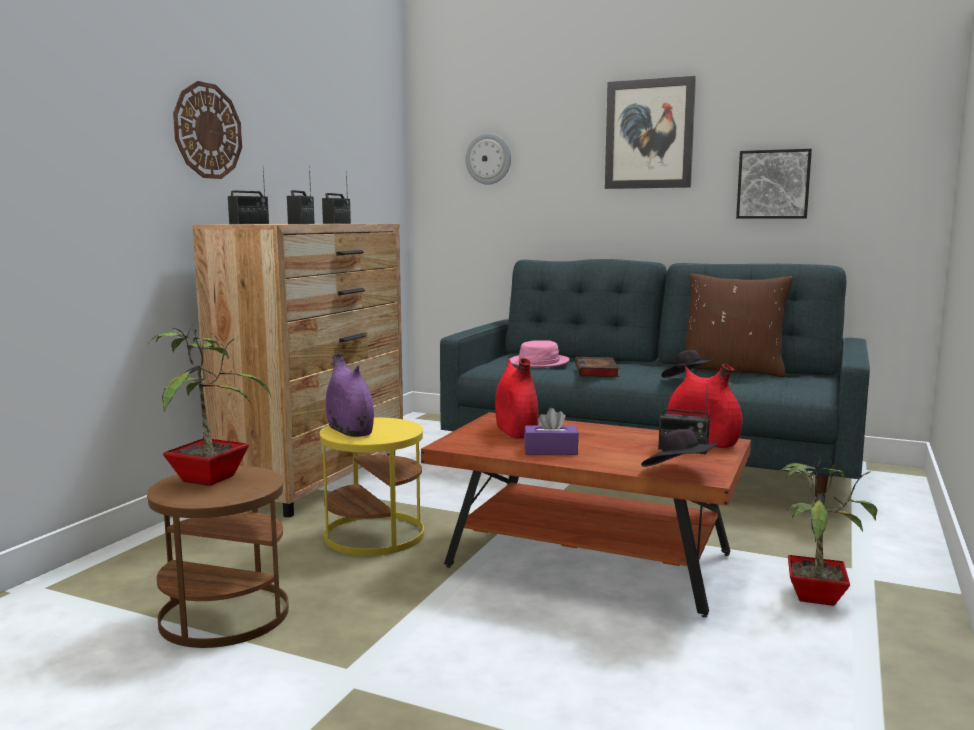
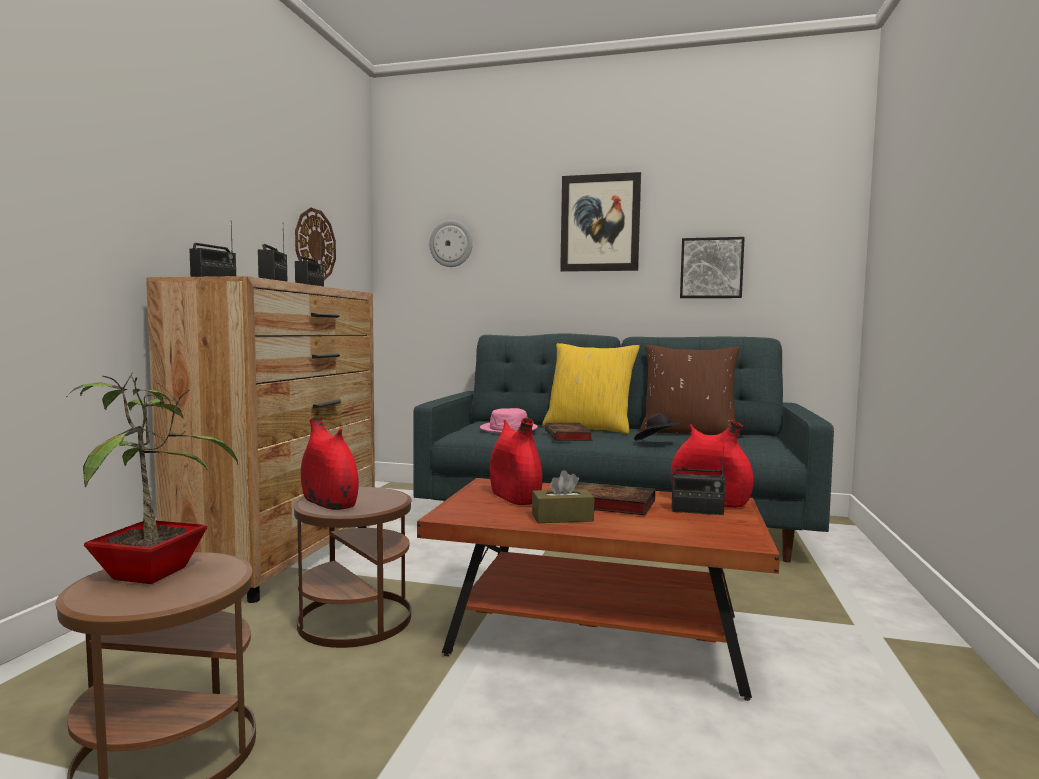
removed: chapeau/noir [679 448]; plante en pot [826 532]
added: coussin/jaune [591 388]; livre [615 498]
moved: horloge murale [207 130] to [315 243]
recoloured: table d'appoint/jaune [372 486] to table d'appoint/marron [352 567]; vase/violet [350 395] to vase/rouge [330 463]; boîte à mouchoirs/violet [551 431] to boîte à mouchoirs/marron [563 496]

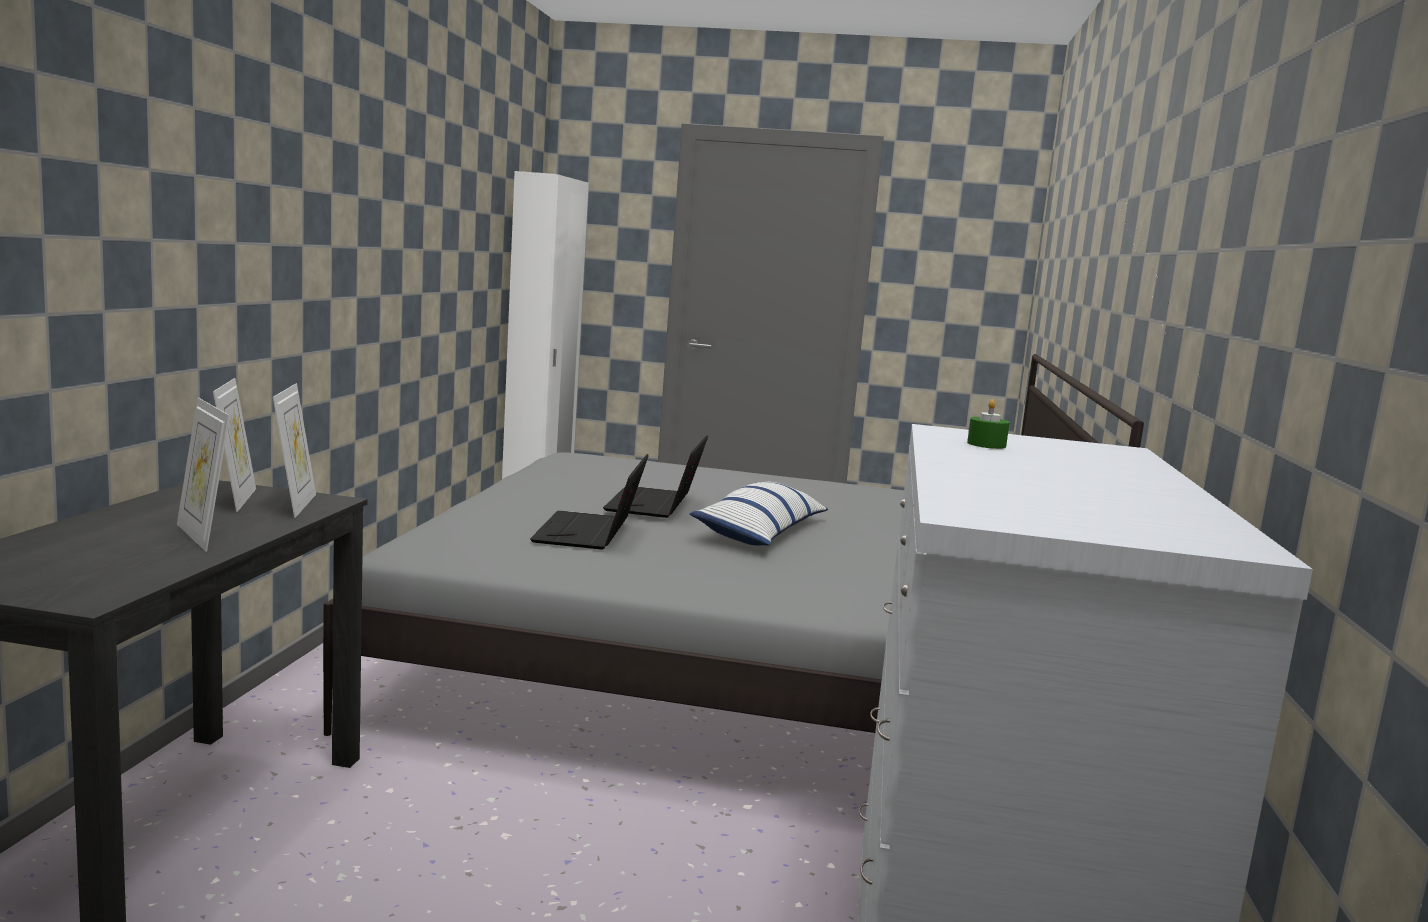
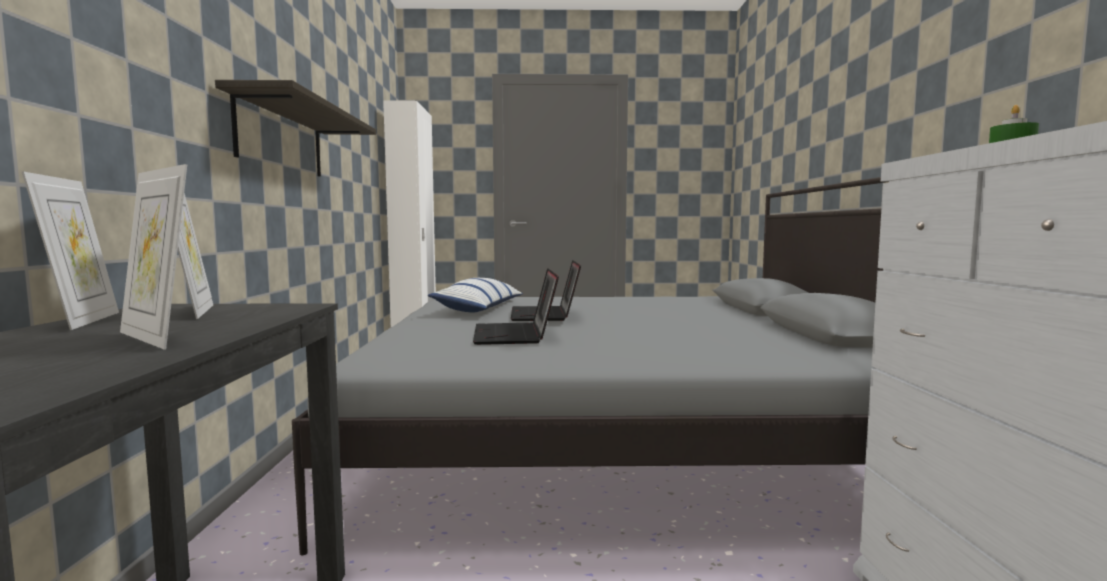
added: étagère [295 128]
moved: cadre photo [294 450] to [70 251]; coussin [759 514] to [475 295]

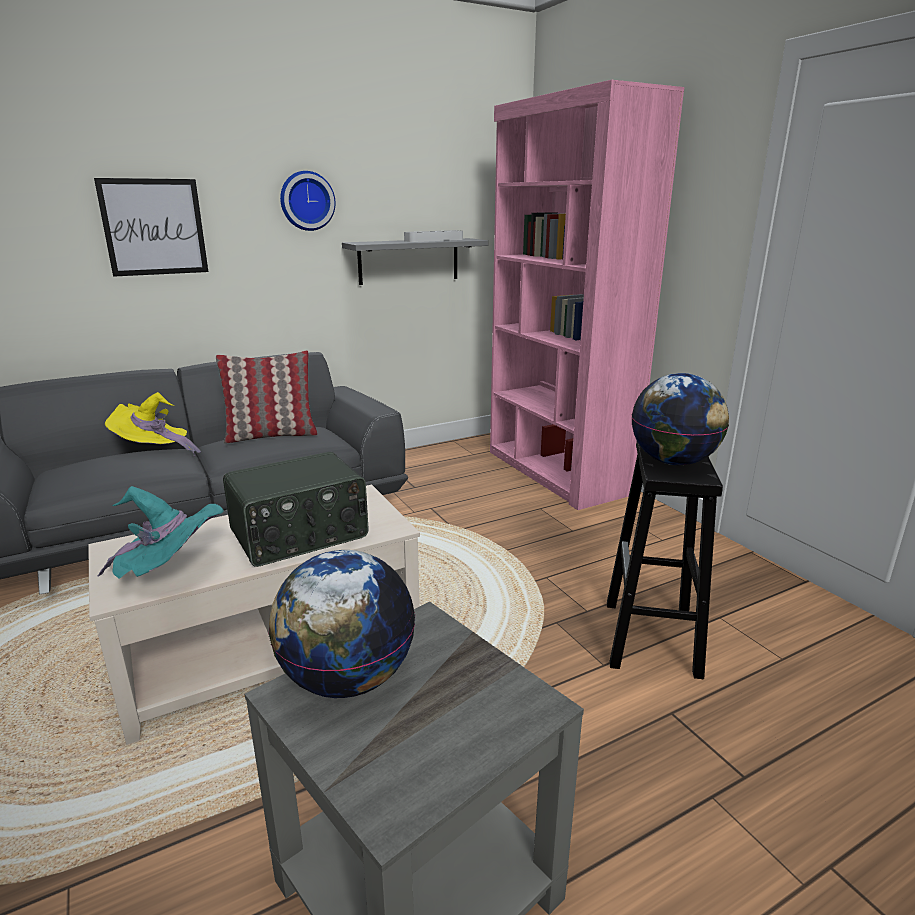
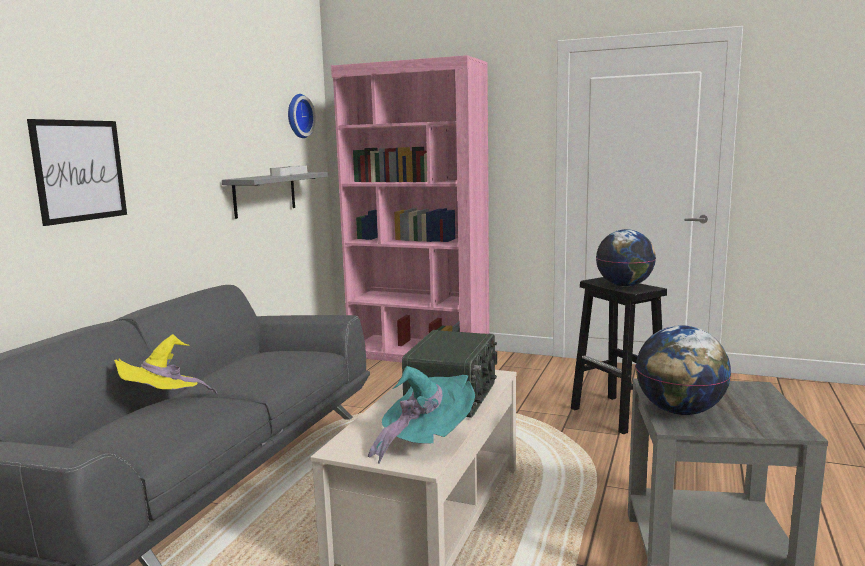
removed: coussin [267 396]
moved: horloge murale [307 201] to [302 116]

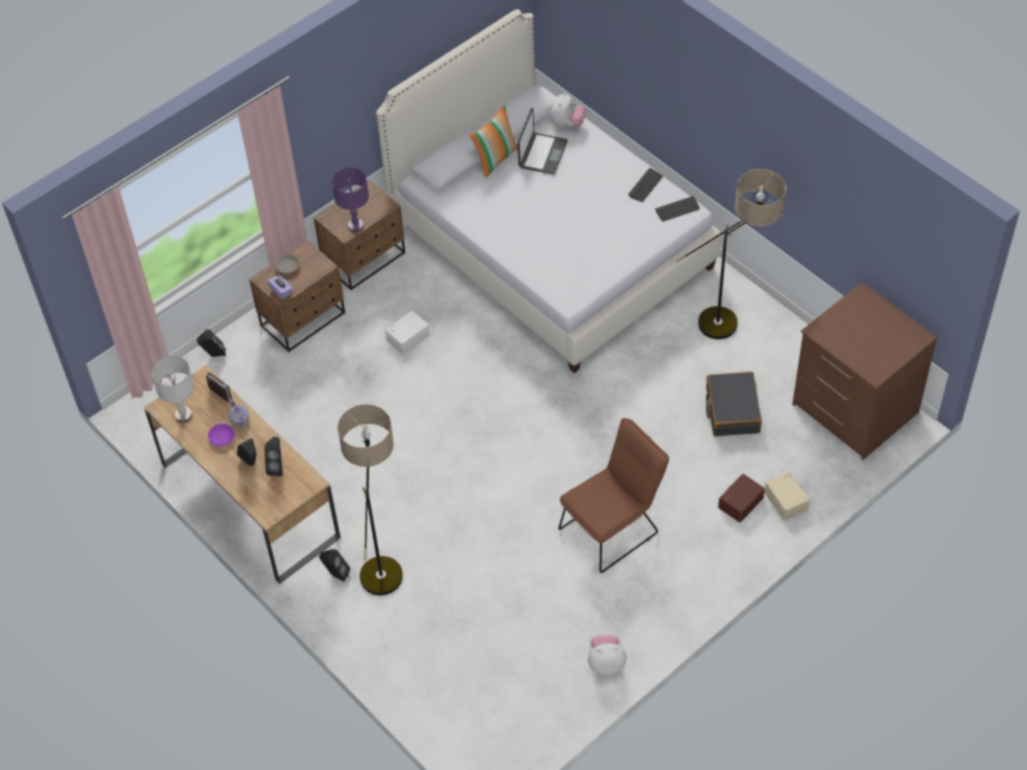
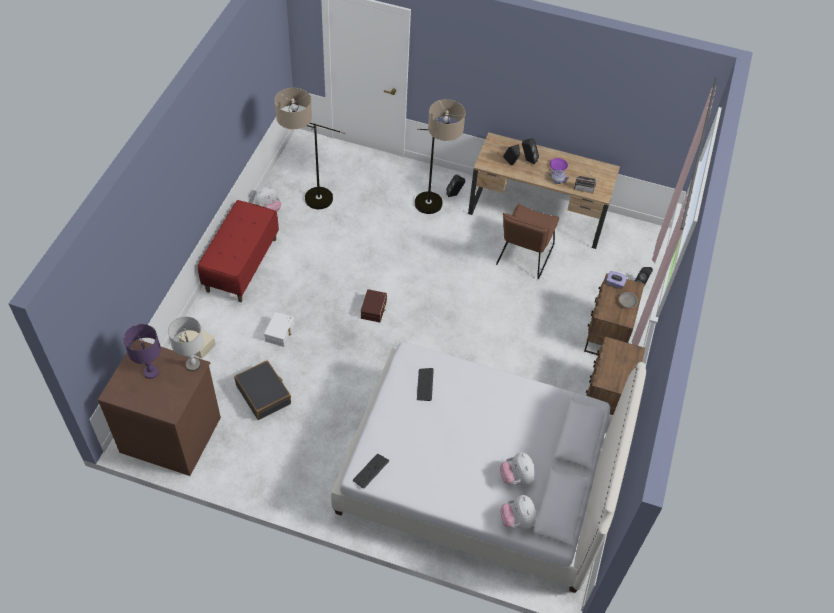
removed: coussin [493 141]
added: banc/rouge [238 251]
moved: lampe de table/gris [173 389] to [186 344]; lampe de table/violet [350 199] to [142 351]; boîte de rangement/blanc [407 333] to [279 329]; chaise/marron [613 495] to [527 241]; clavier [645 185] to [425 384]; lampadaire [731 254] to [310 148]; boîte de rangement/marron [741 498] to [374 306]
replaced: ordinateur portable [542 141] to peluche [517 468]

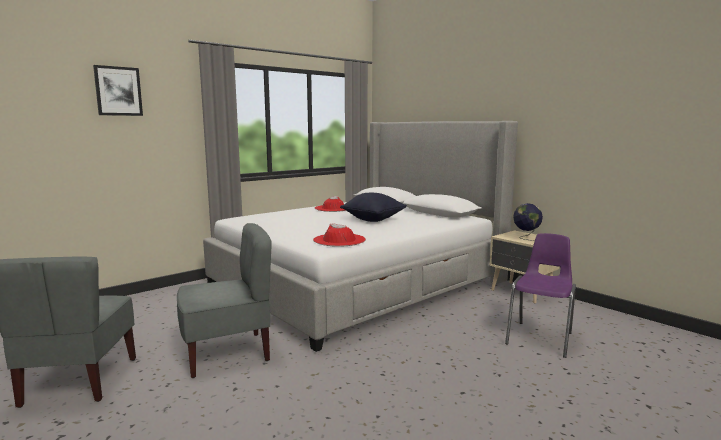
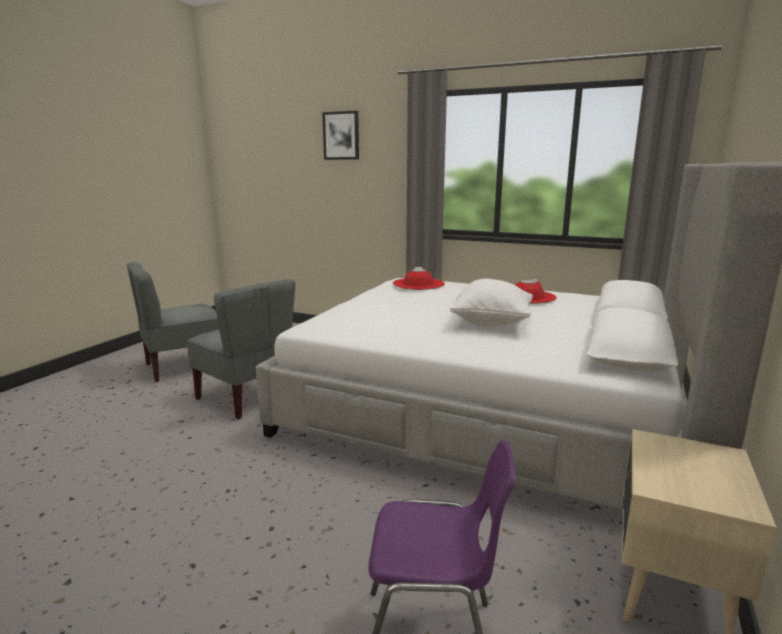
removed: globe [528 222]
moved: chapeau/rouge [339 235] to [419 278]
recoloured: coussin/noir [373 207] to coussin/blanc [491 302]

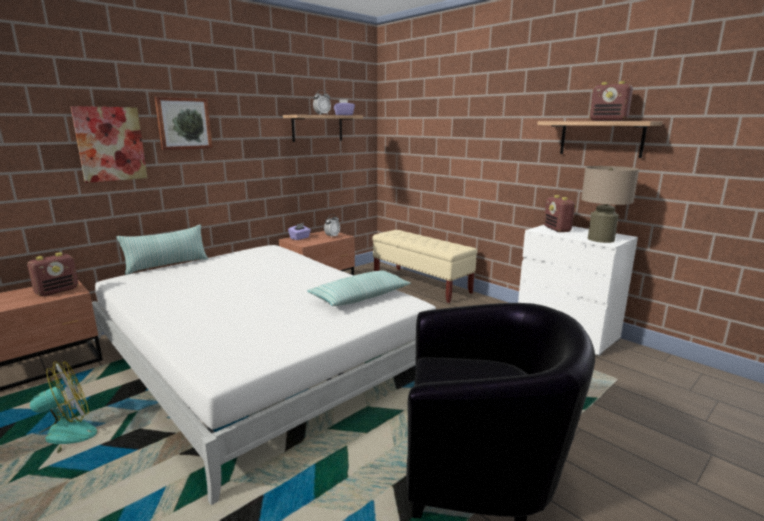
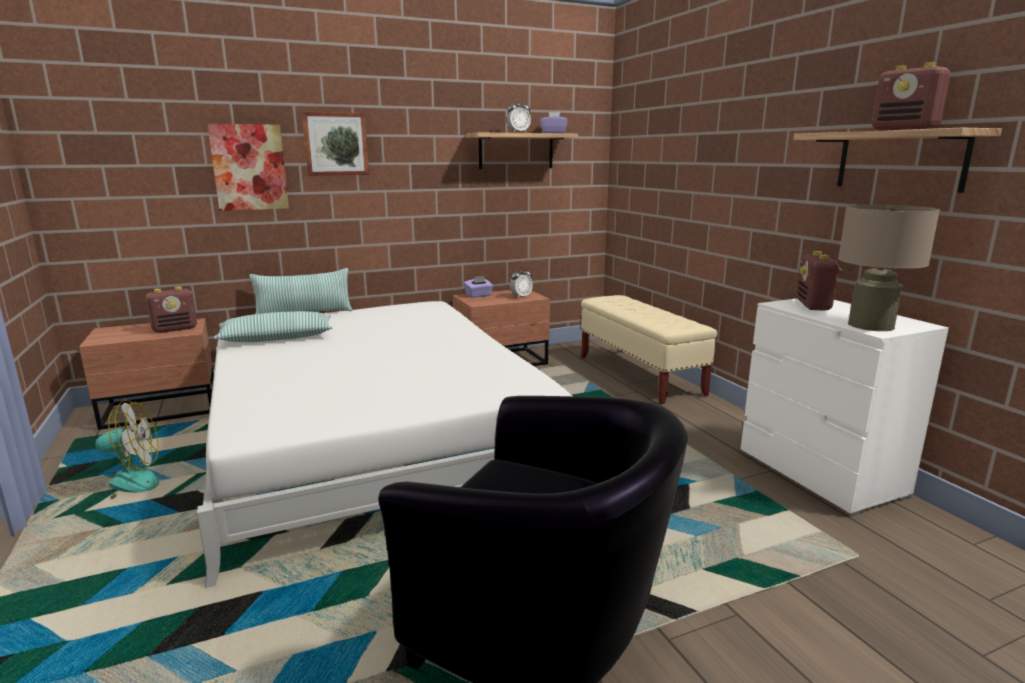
moved: coussin [359 288] to [272 326]

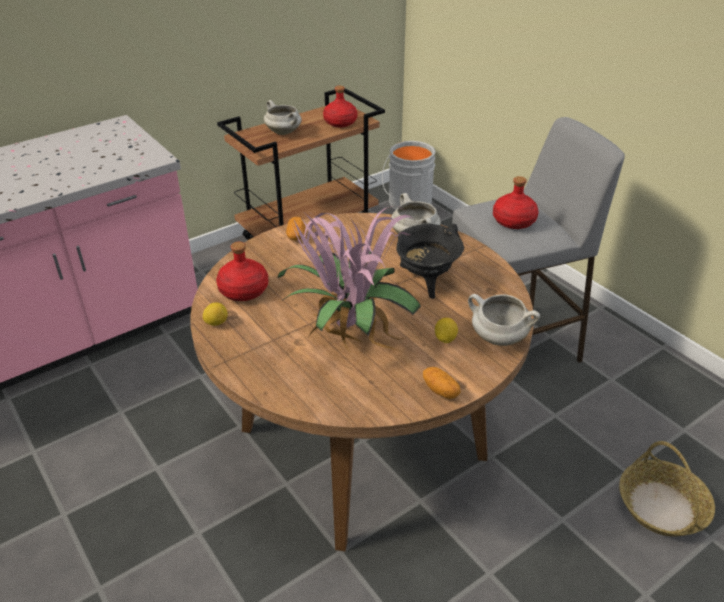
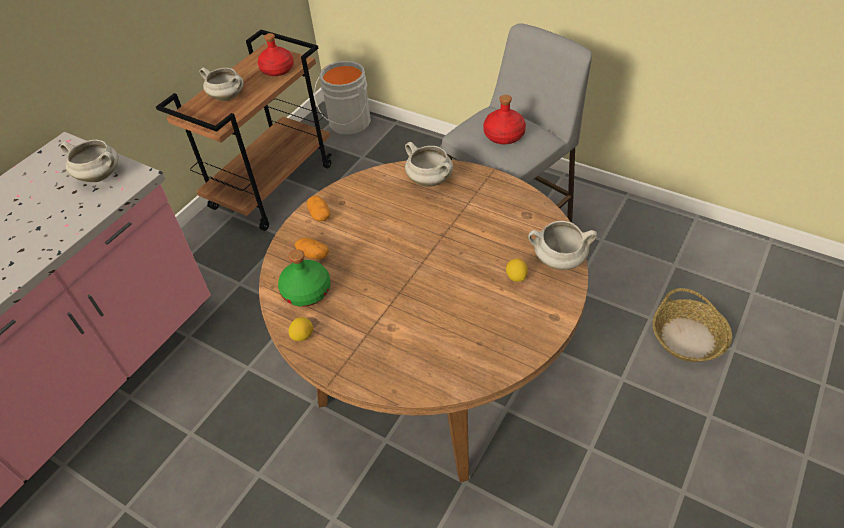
removed: plante en pot [349 279]; marmite/noir [430 261]
added: marmite/blanc [89 161]
moved: pomme de terre [442 383] to [312 248]
recoloured: bouteille/rouge [242 271] to bouteille/vert [304 278]

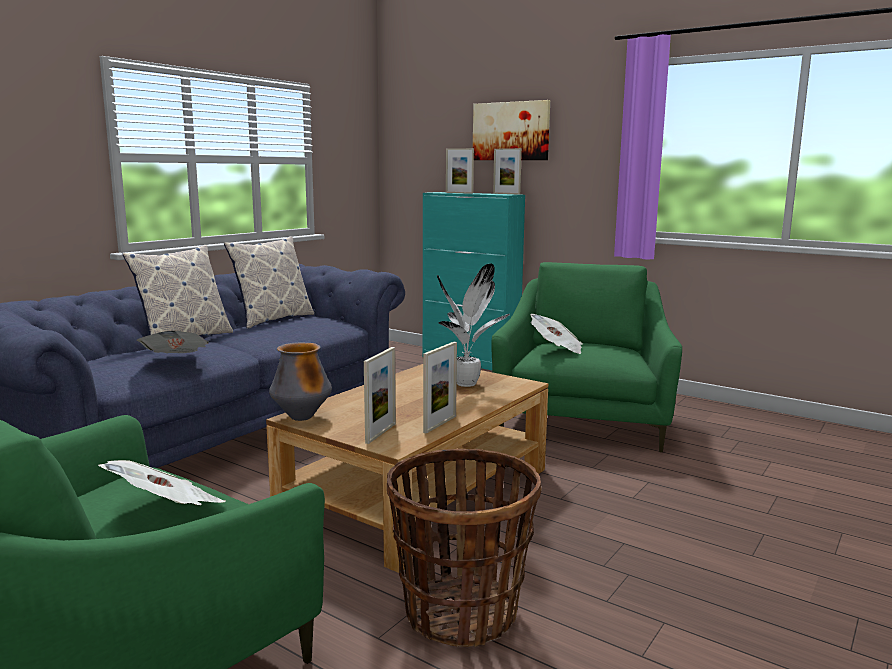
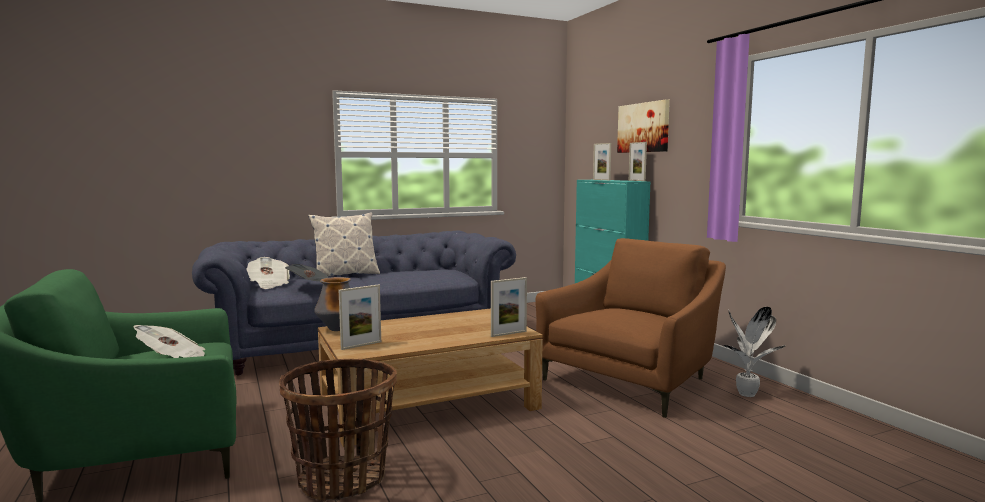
removed: coussin [269 282]
moved: cadre photo [440 387] to [509 307]; plante en pot [473 325] to [754 352]; journal [556 334] to [268 273]
recoloured: fauteuil/vert [586 357] to fauteuil/marron [630 328]

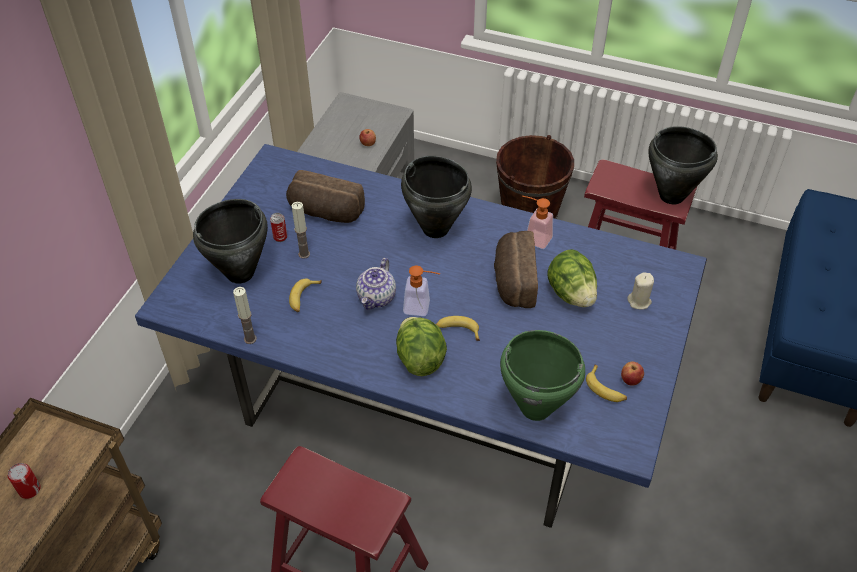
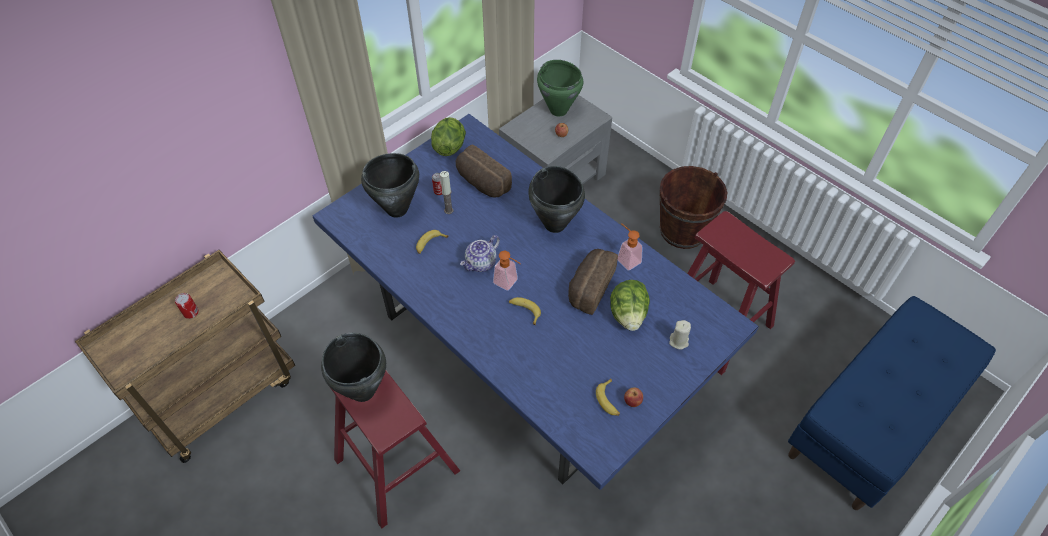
removed: bougie [245 315]
moved: laitue [421 346] to [448 136]; marmite/vert [542 375] to [560 88]; marmite/noir [683 165] to [353 367]

